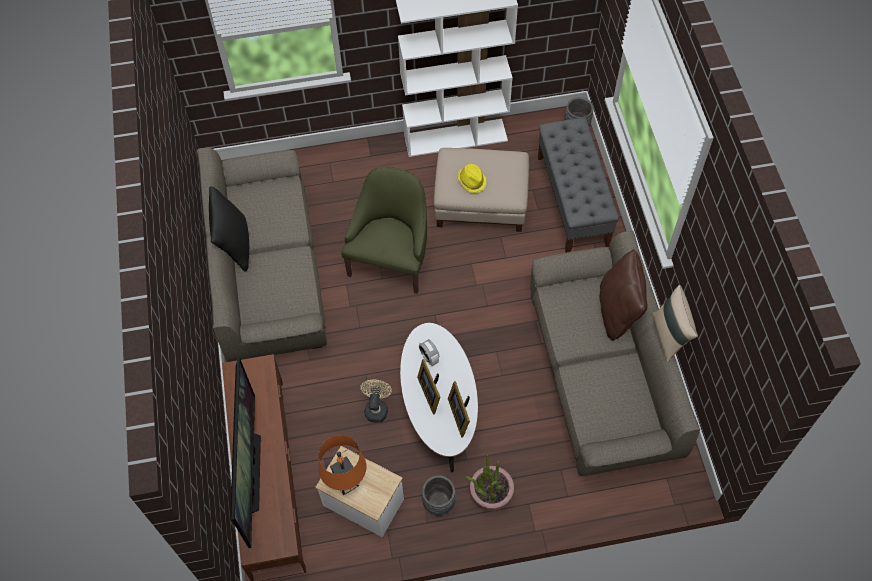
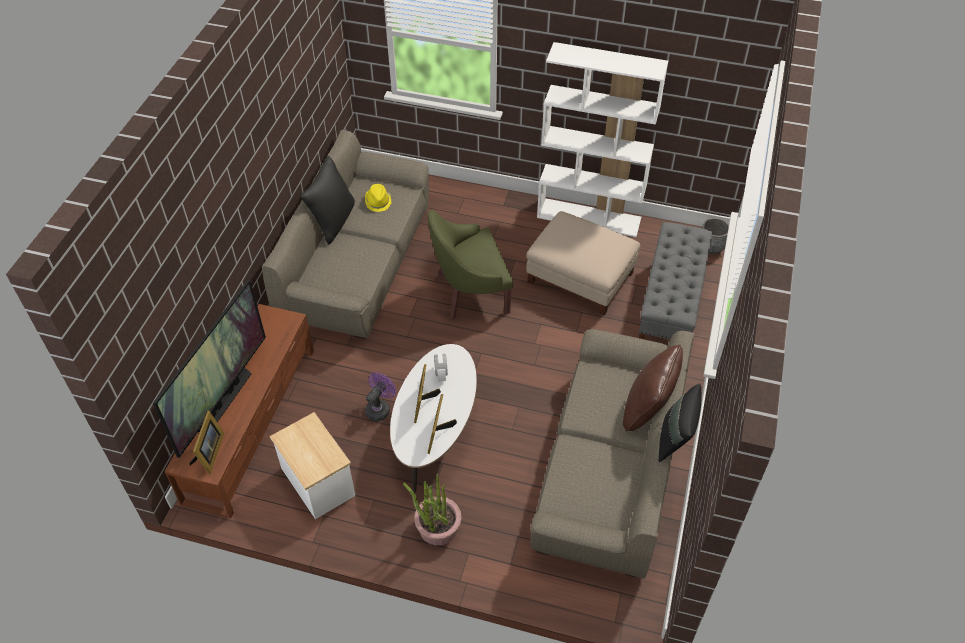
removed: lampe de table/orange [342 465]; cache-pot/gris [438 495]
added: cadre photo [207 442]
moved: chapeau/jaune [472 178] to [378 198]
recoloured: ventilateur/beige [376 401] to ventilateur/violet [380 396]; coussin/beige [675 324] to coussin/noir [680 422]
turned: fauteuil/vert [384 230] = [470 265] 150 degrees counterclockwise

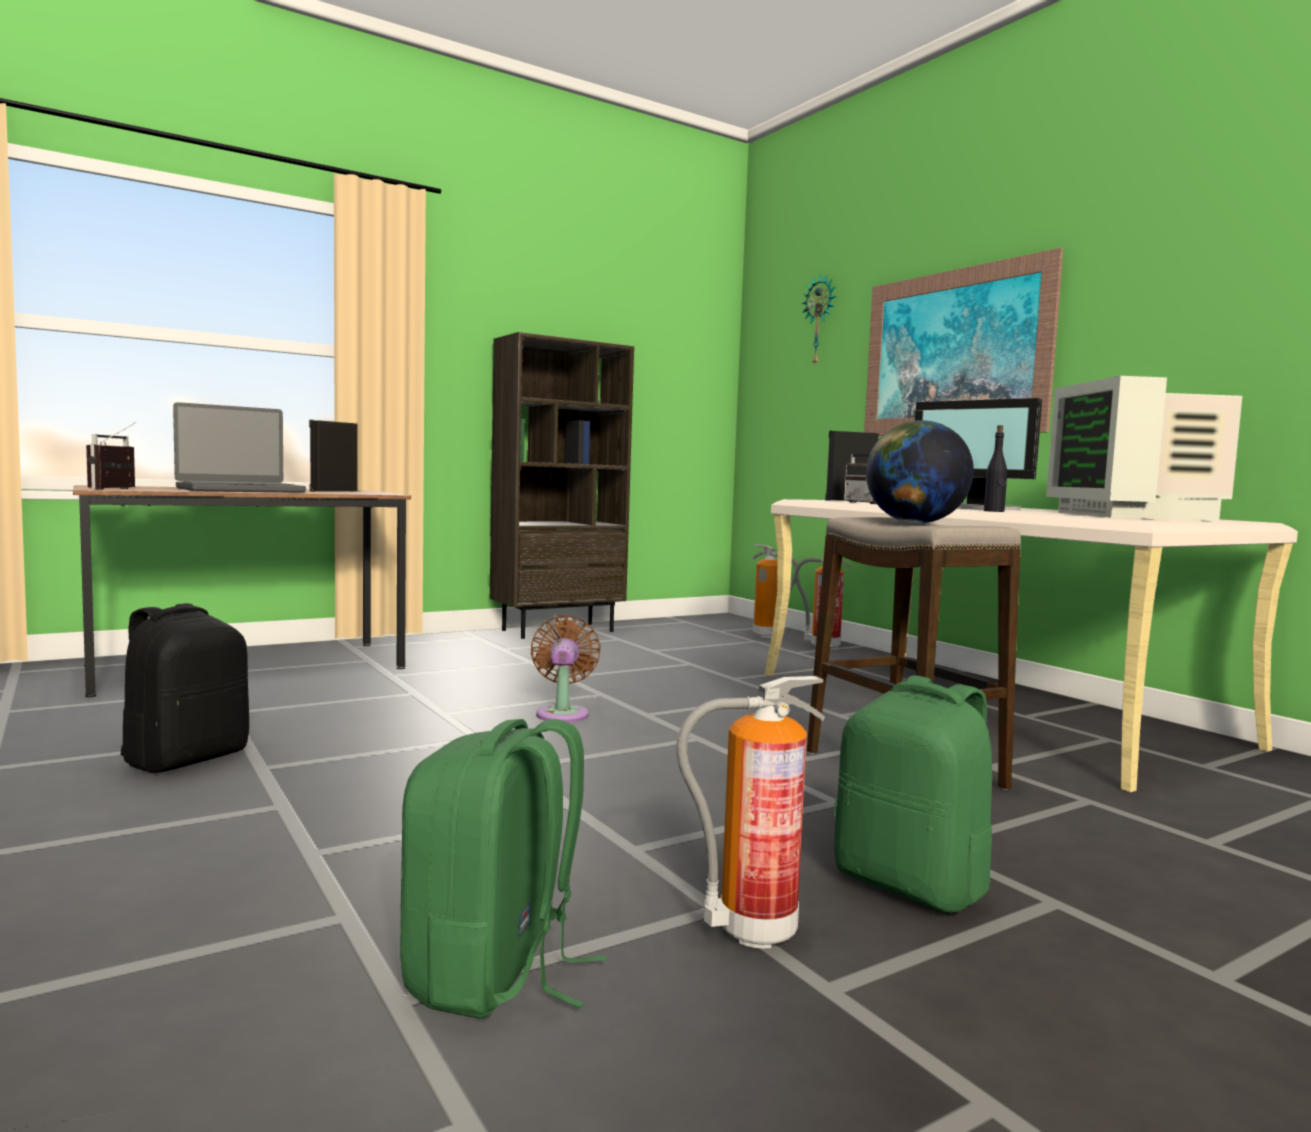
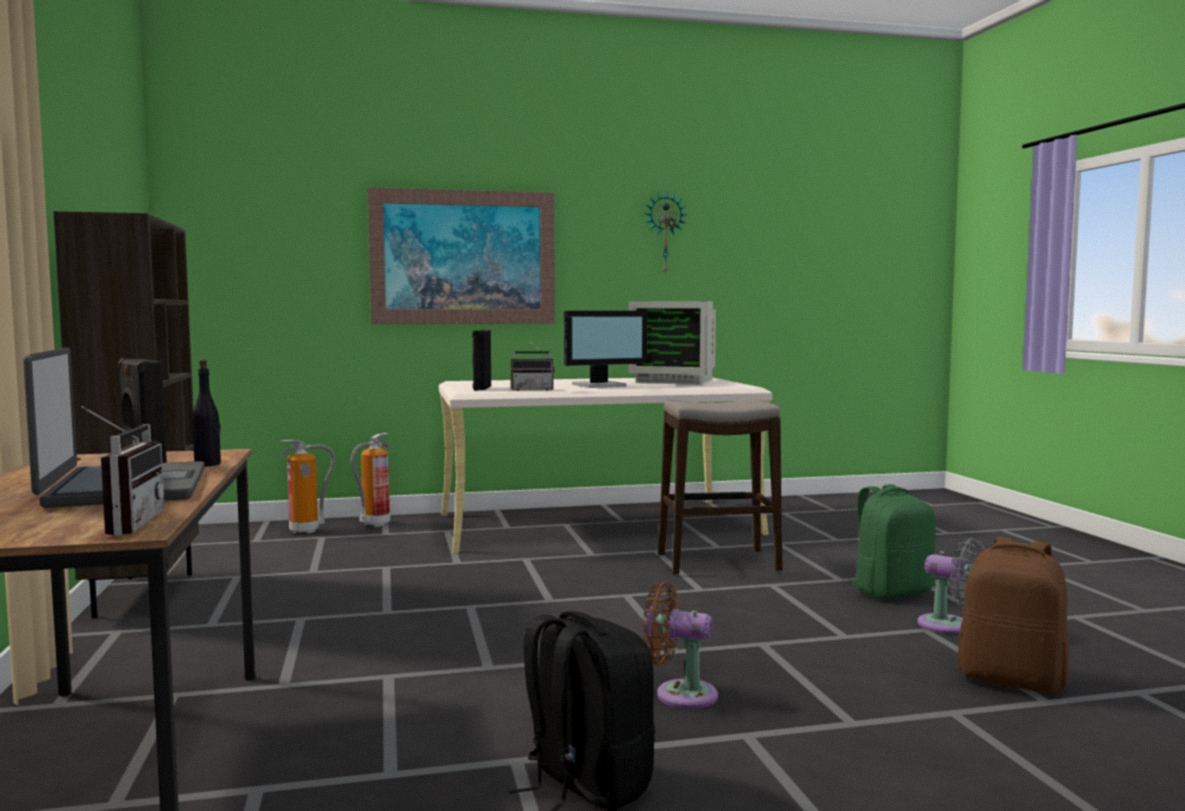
removed: globe [920 471]
moved: ventilateur/marron [566 668] to [680 645]; horloge murale [819 319] to [665 233]; bouteille/noir [995 468] to [206 413]
replaced: extincteur [750 812] to ventilateur/gris [951 585]
recoloured: sac à dos/vert [504 869] to sac à dos/marron [1013 615]
turned: radio [111 456] = [123 471] 120 degrees counterclockwise

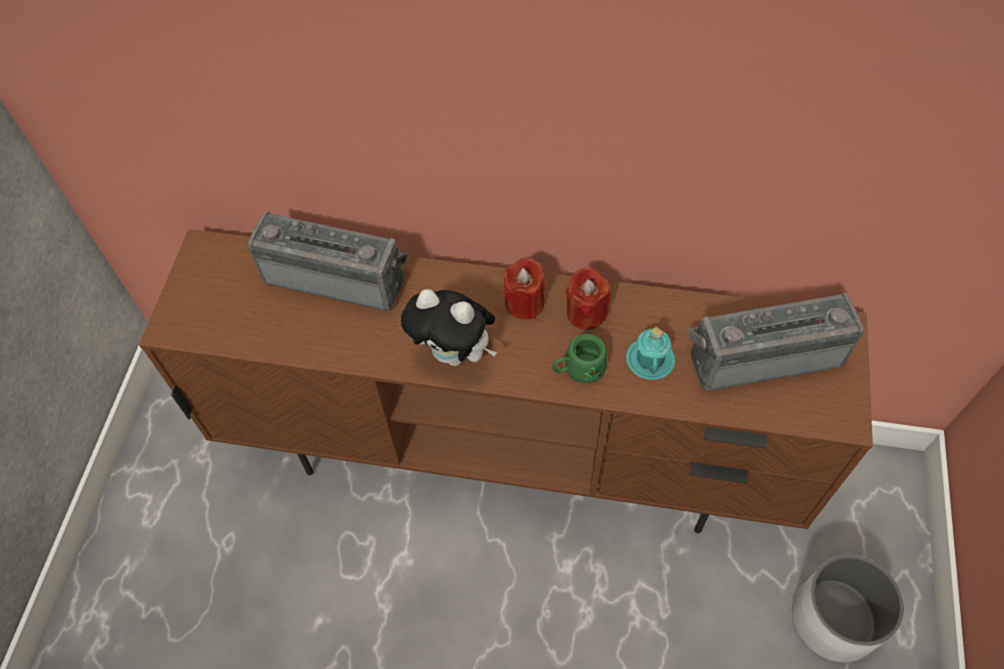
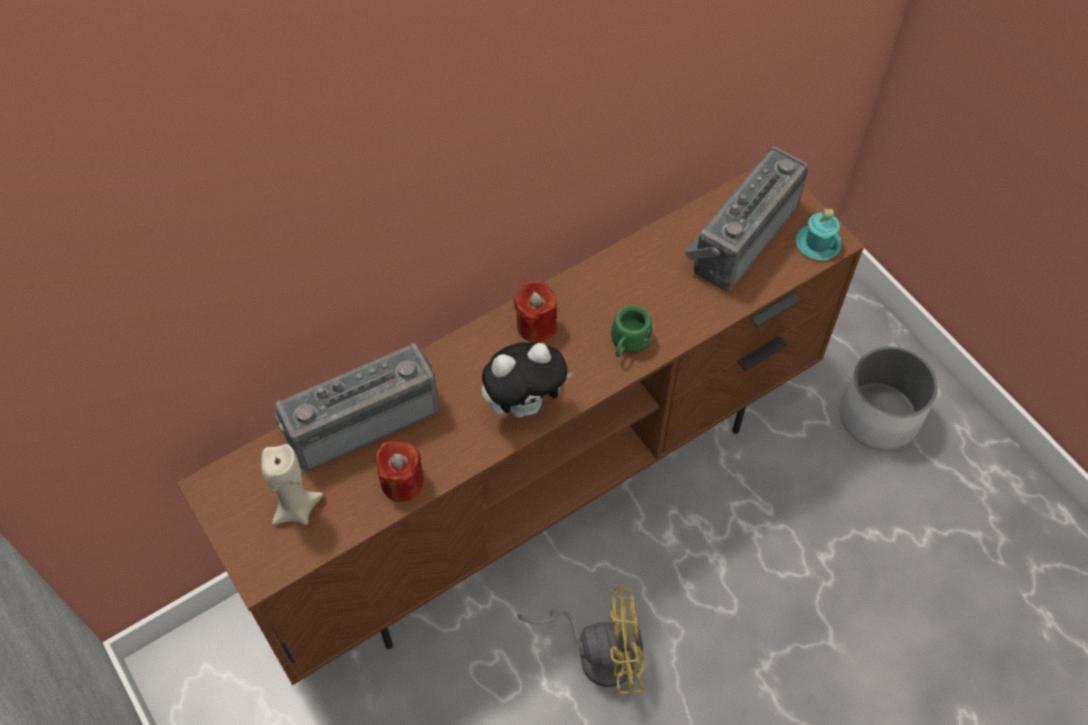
added: bougie/beige [292 484]; ventilateur/jaune [581 640]
moved: bougie/rouge [588 298] to [399 471]; mug/turquoise [650 353] to [819 234]

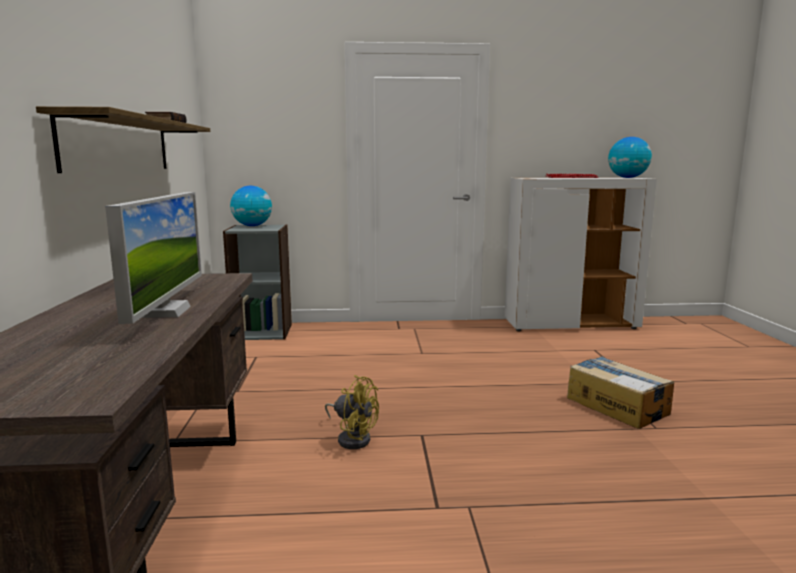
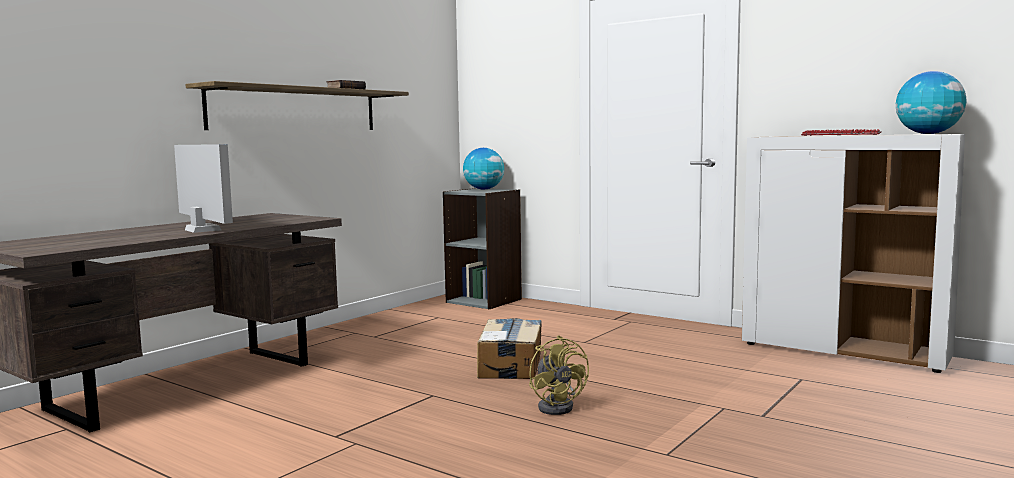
moved: ventilateur/jaune [352 412] to [559 375]; carton [620 392] to [509 348]
turned: écran d'ordinateur [153 258] = [203 188] 75 degrees counterclockwise

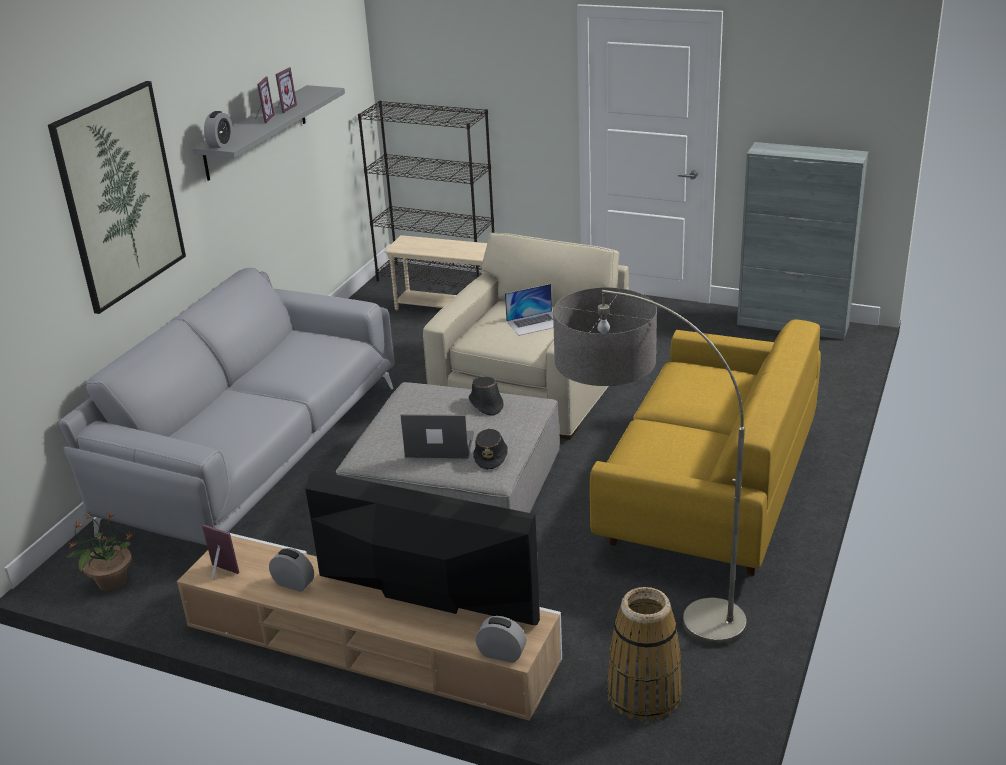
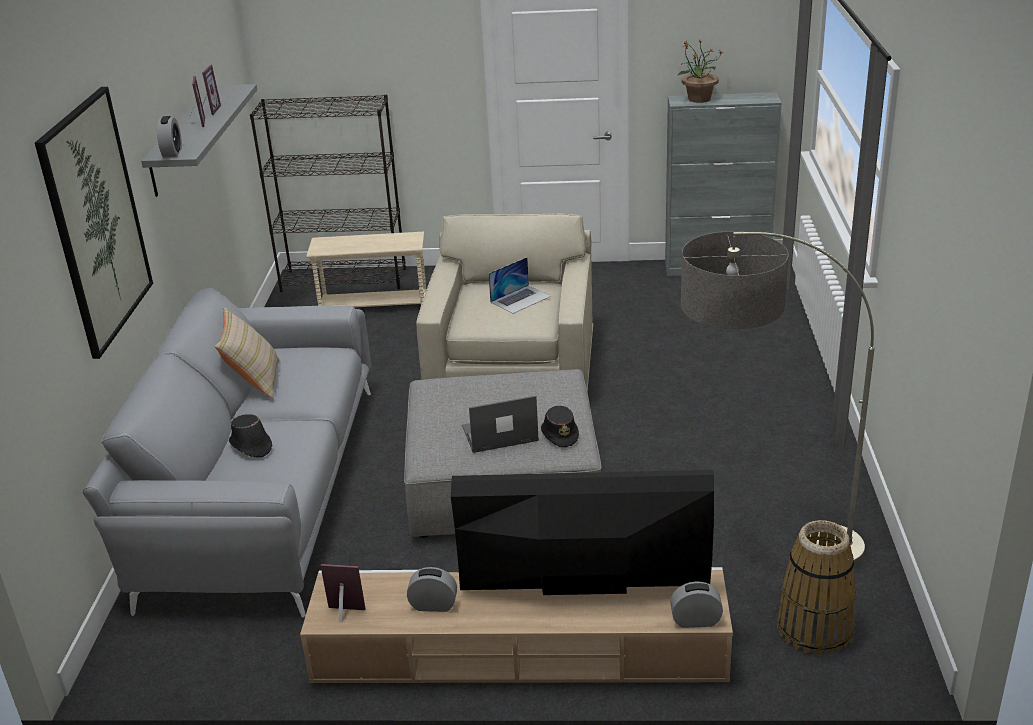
removed: canapé/jaune [705 447]
added: coussin/beige [247 353]
moved: plante en pot [100 551] to [700 71]; chapeau/noir [486 396] to [250 435]

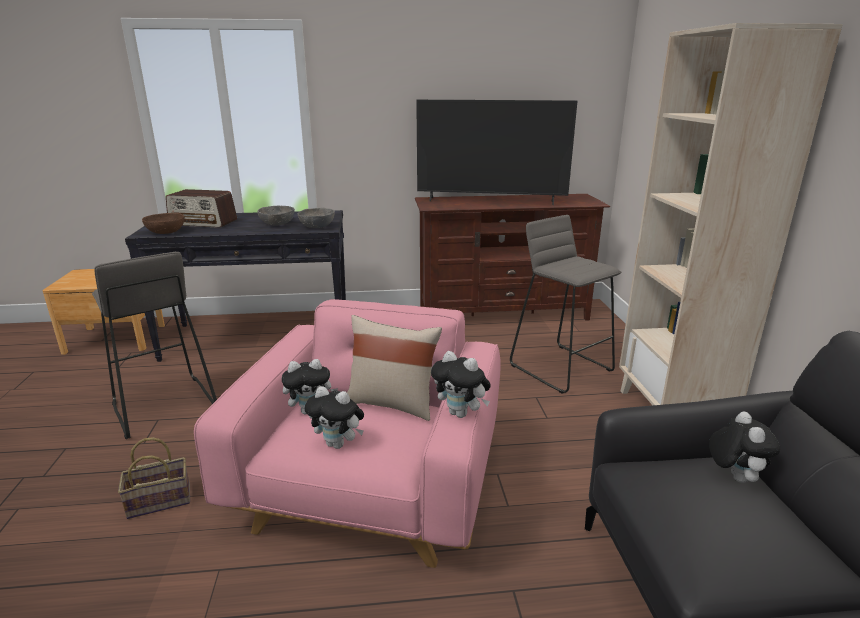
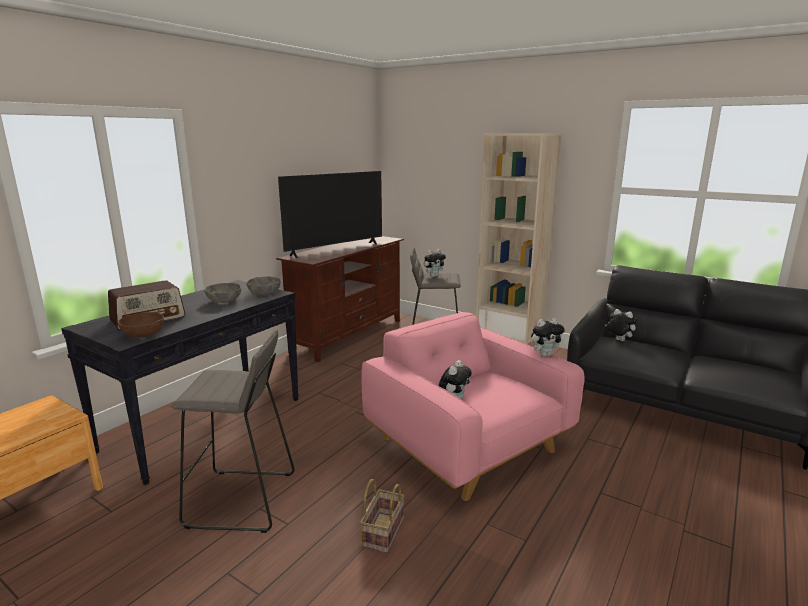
removed: coussin/beige [394 368]
moved: peluche [334 417] to [435 263]

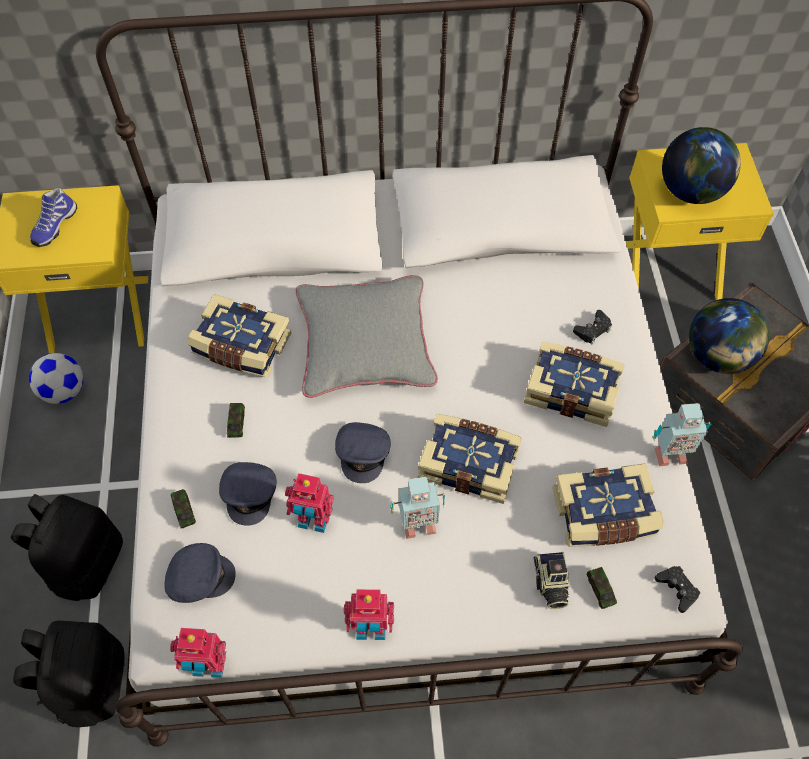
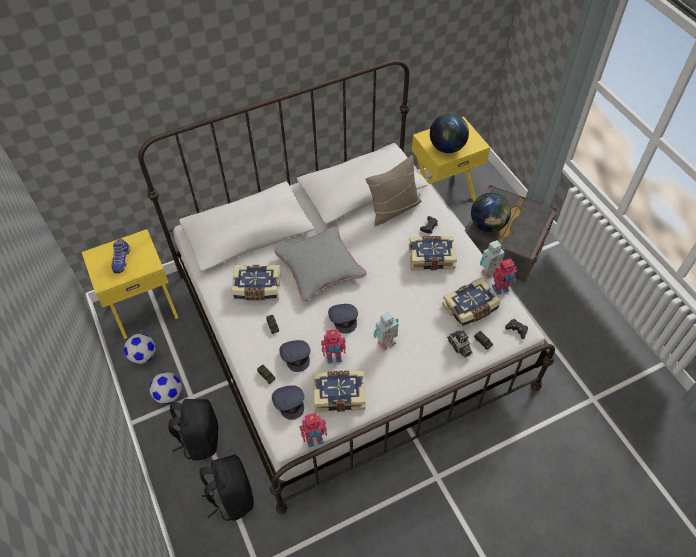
added: ballon de foot [166 388]; coussin/beige [393 190]
moved: robot jouet [369 614] to [504 276]; livre [470 459] to [339 392]
turned: casquette/gris [200 573] = [288 402] 90 degrees clockwise

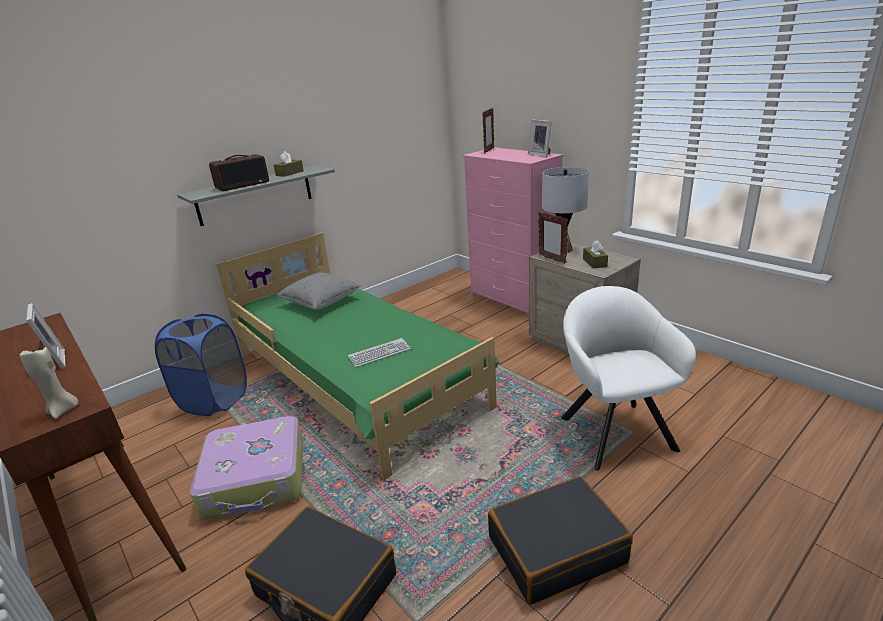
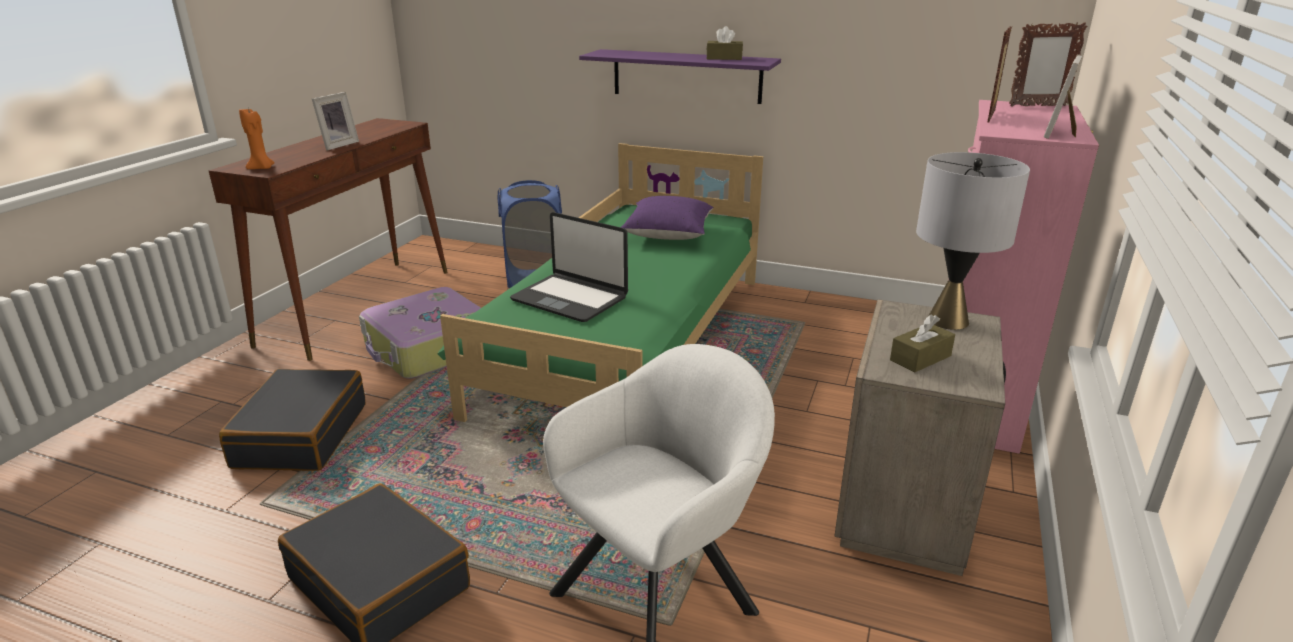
removed: radio [239 172]
moved: cadre photo [553 238] to [1000 74]
replaced: clavier [379 352] to ordinateur portable [569 267]
recoloured: bougie/beige [49 383] to bougie/orange [257 138]; étagère/gris [256 195] to étagère/violet [680 76]; coussin/gris [318 291] to coussin/violet [667 218]

